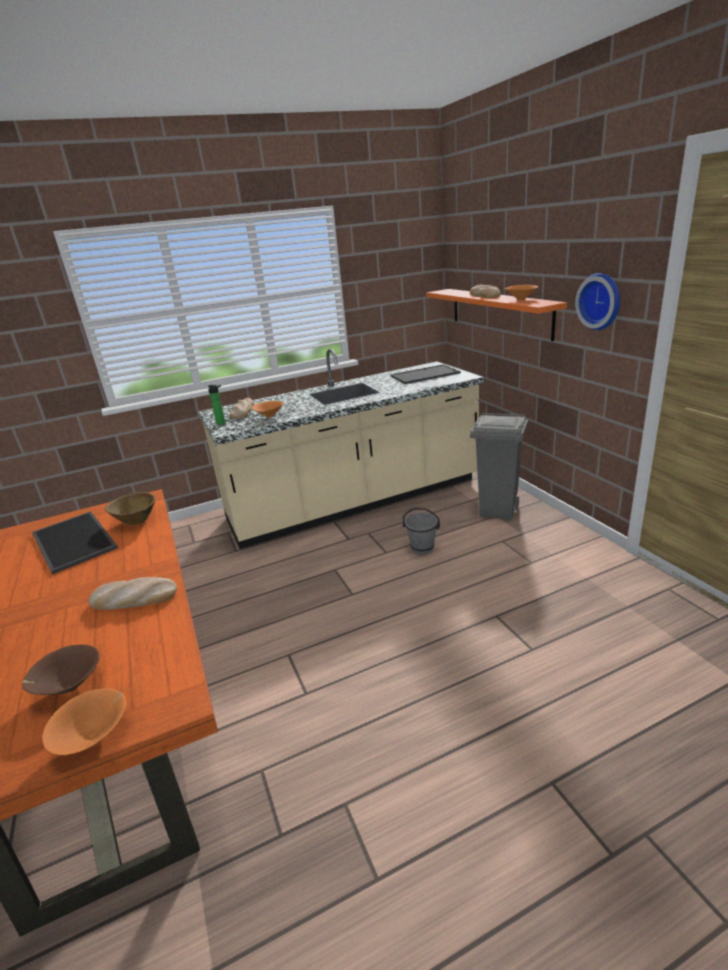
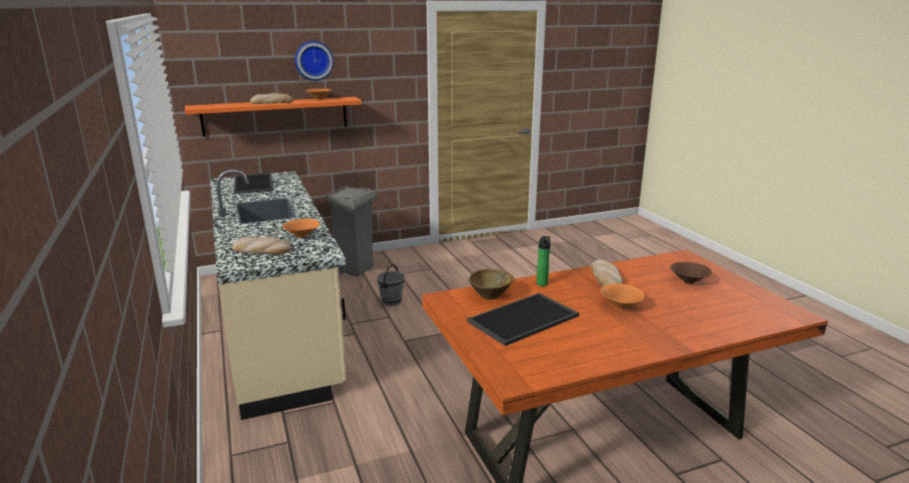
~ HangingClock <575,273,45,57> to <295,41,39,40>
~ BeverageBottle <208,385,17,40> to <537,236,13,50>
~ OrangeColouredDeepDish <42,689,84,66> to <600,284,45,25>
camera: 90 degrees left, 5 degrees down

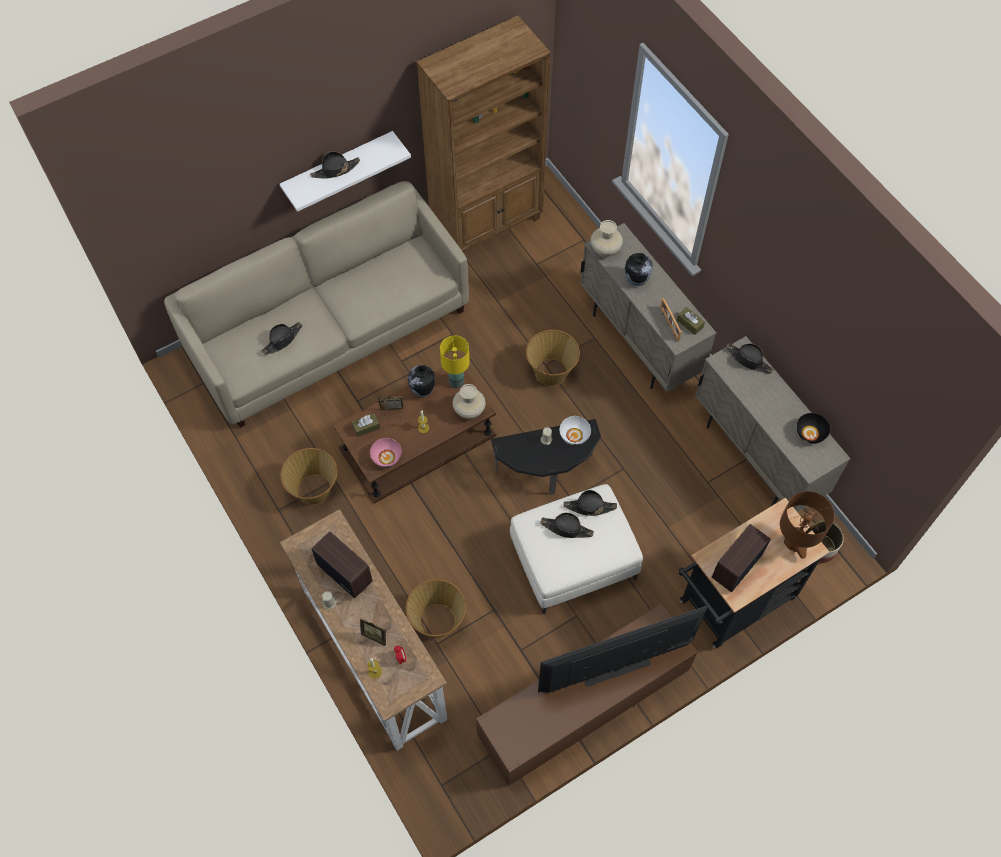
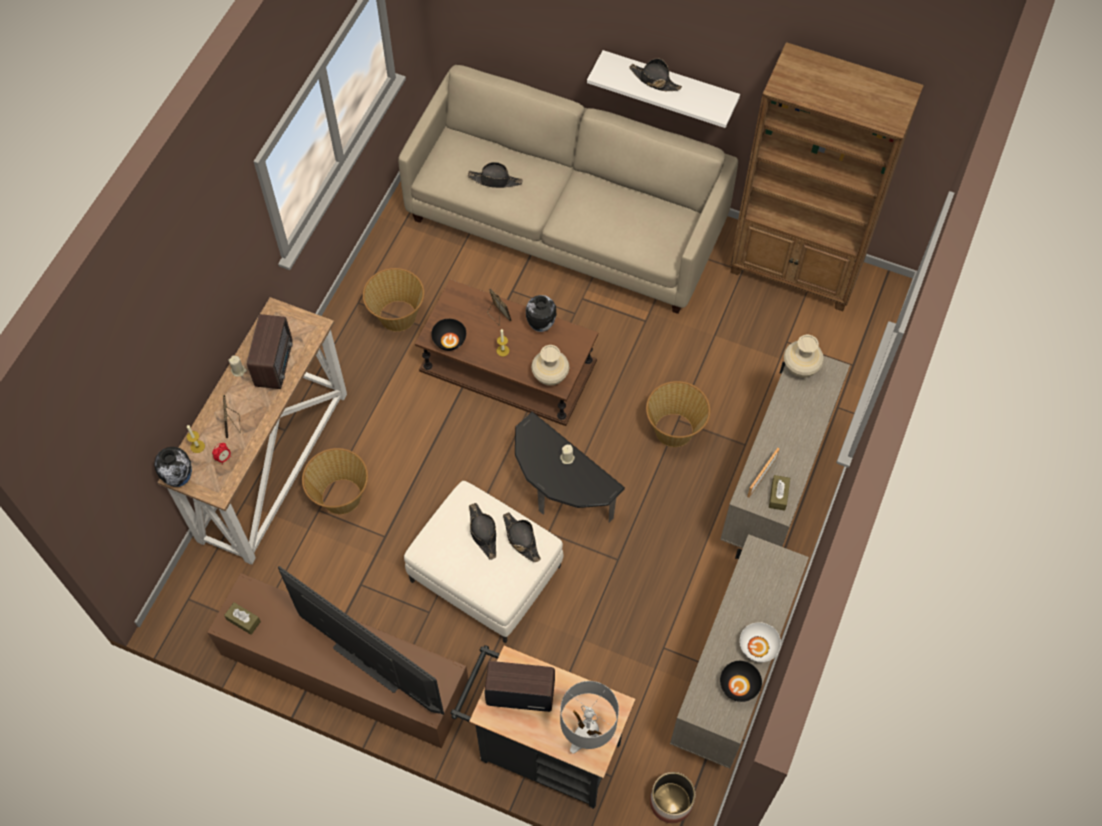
~ DecorativeVase <625,253,28,33> to <154,447,38,40>
~ BrownColouredBoxOfTissues <352,413,28,24> to <224,602,37,33>
~ PinkDeepDish <370,438,32,29> to BlackColouredDeepDish <431,319,35,32>
~ BrownColouredTableLamp <780,491,54,68> to GreyTableLamp <560,681,59,72>
~ WhitishDeepDish <559,416,32,29> to <740,622,41,41>
- YellowishTableLamp <440,335,30,53>
- BlackColouredHat <726,343,48,31>
camera: 55 degrees right, 0 degrees up

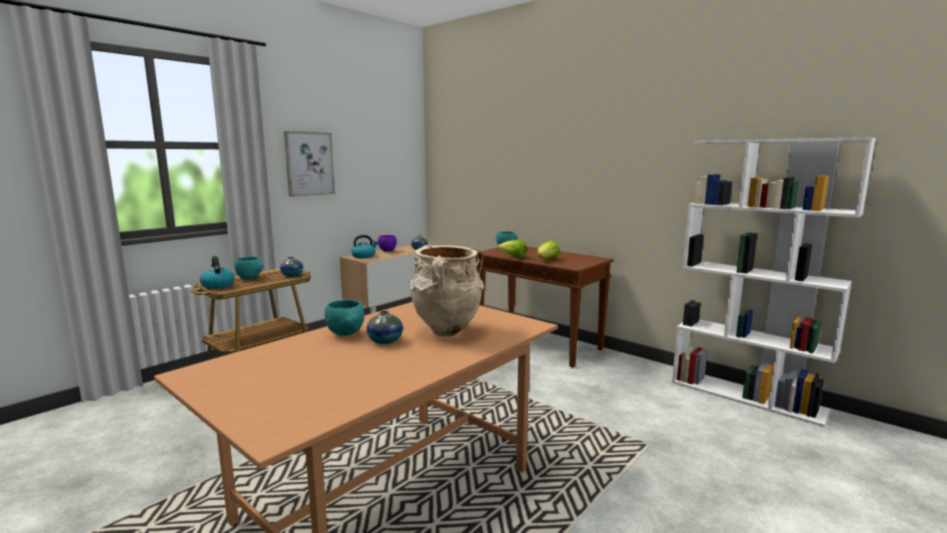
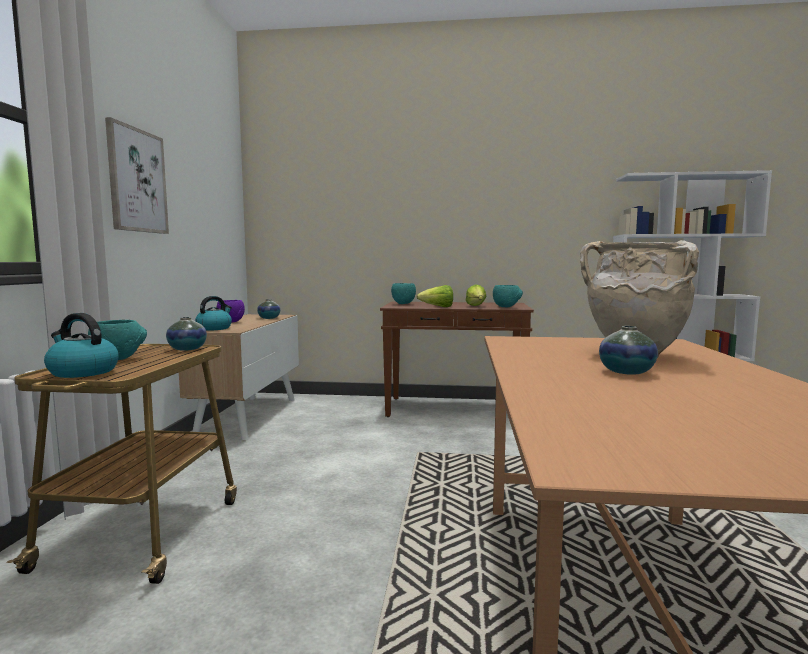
~ TurquoiseColouredDeepDish <325,300,40,36> to <493,285,30,22>
camera: 35 degrees left, 5 degrees down

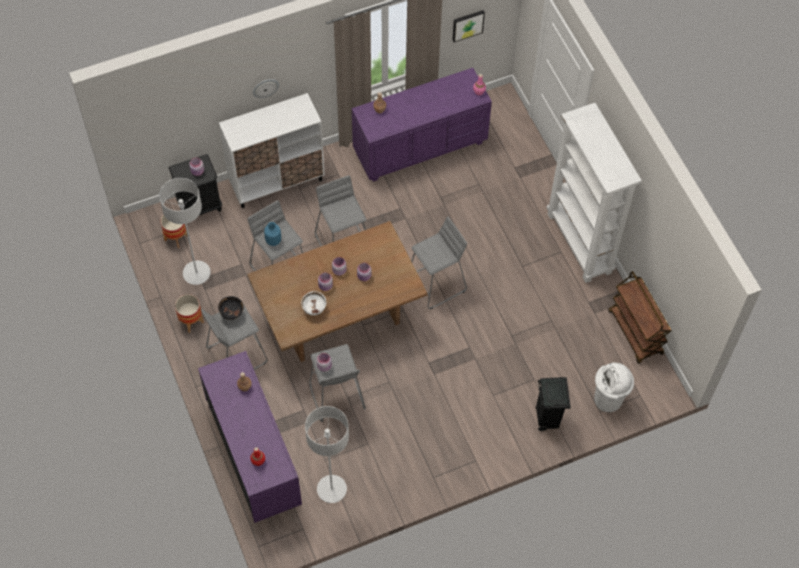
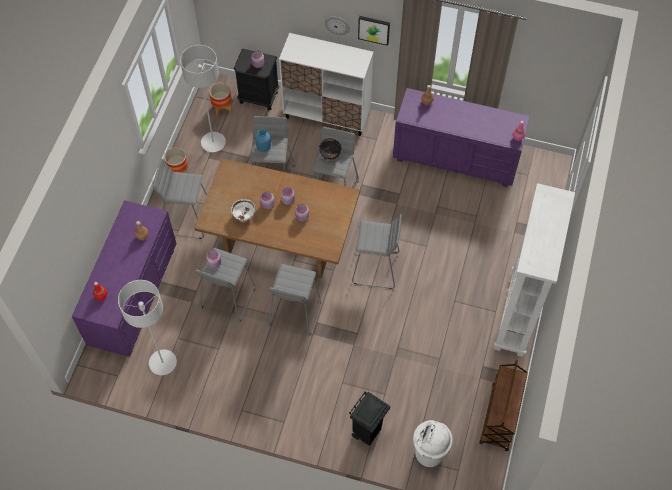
+ GreyStoolSeat <268,264,53,72>
~ BlackColouredDeepDish <218,296,26,24> to <319,138,23,22>
~ WallPicture <452,10,33,32> to <358,16,32,30>
camera: 40 degrees right, 0 degrees up

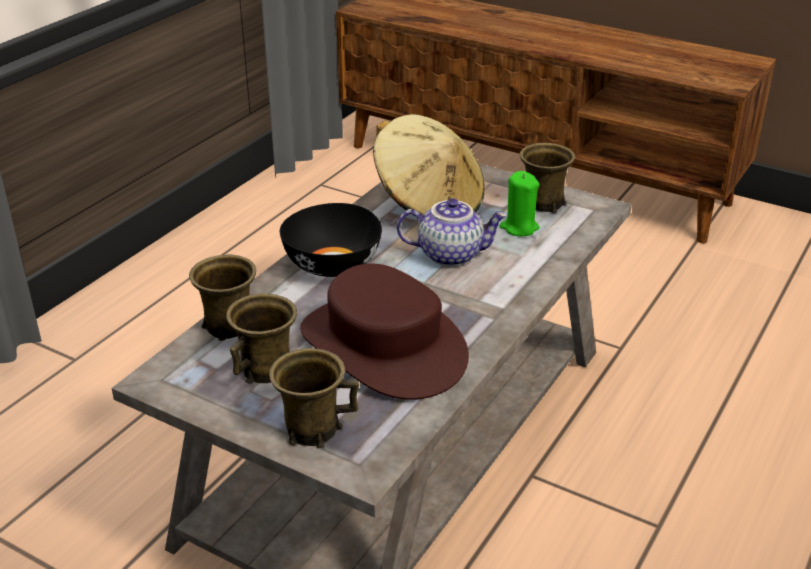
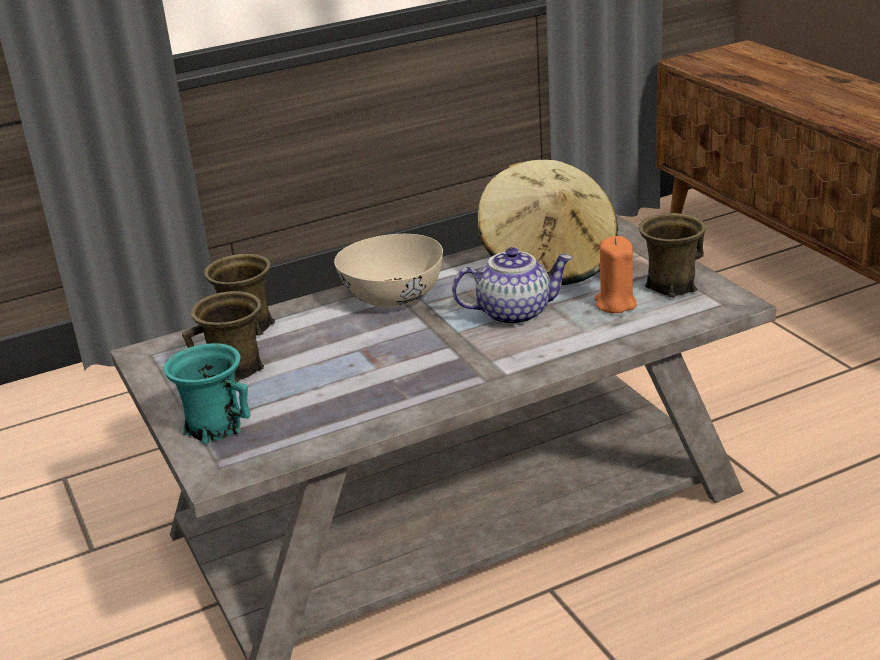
~ BrownColouredMug <269,348,90,100> to TurquoiseColouredMug <163,343,88,101>
~ BlackColouredDeepDish <280,203,102,74> to SandColouredDeepDish <334,234,109,73>
~ TeaPot <397,198,111,69> = <452,247,121,78> 45 degrees counterclockwise
~ GreenishWaxCandle <499,171,41,66> to OrangeColouredWaxCandle <594,236,42,77>
- BrownColouredHat <300,264,169,136>
camera: 35 degrees right, 5 degrees down

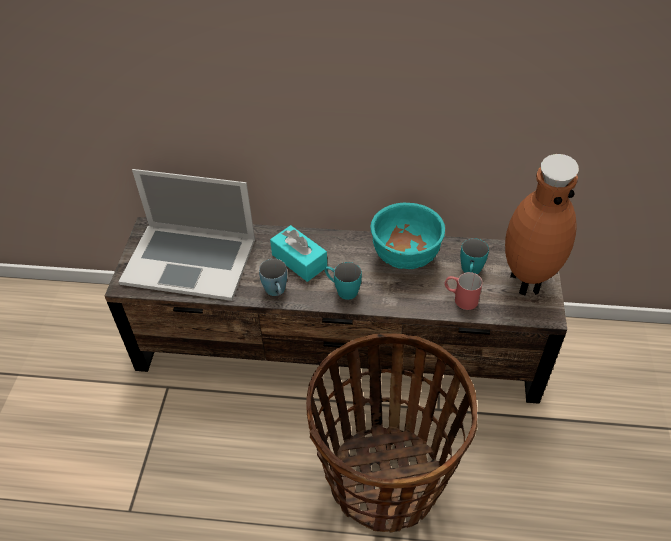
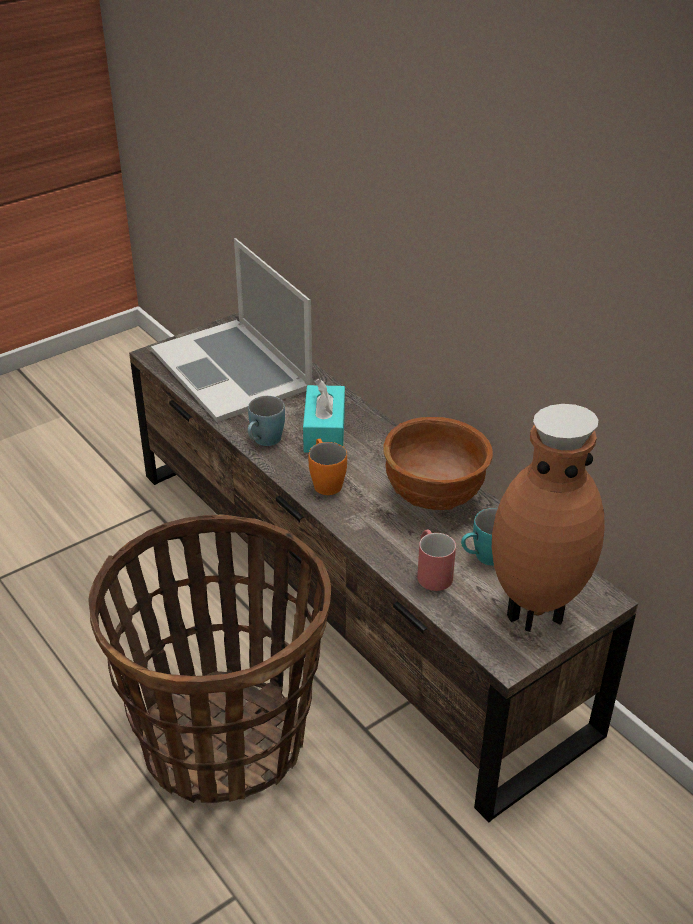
~ TurquoiseColouredMug <325,262,37,38> to OrangeColouredMug <308,439,39,56>
~ TurquoiseColouredDeepDish <371,203,74,66> to BrownColouredDeepDish <383,417,110,93>
camera: 45 degrees right, 10 degrees down

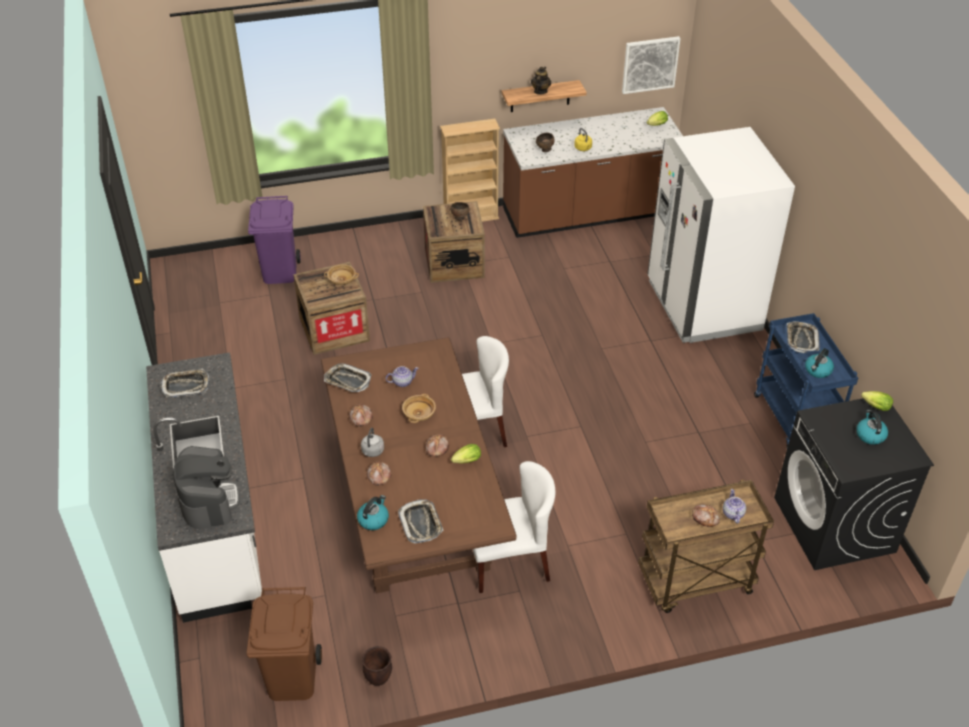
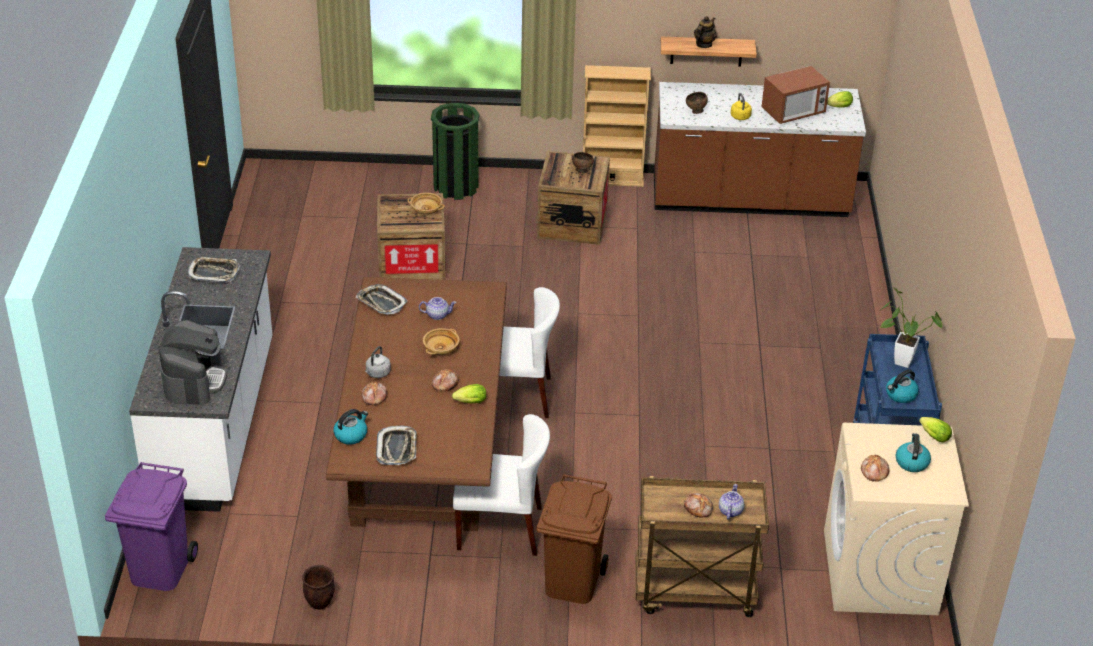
~ PurpleWasteBin <248,196,53,88> to <105,462,93,129>
+ GreenishWasteBin <431,103,48,97>
~ BrownColouredWasteBin <247,587,75,114> to <537,474,75,130>
+ Microwave <762,66,68,58>
~ BlackColouredLaundryAppliance <774,398,160,172> to SandColouredLaundryAppliance <824,423,145,192>
~ Bread <349,404,24,23> to <861,454,28,28>
~ ServingTray <787,321,33,32> to PottedPlant <879,288,63,80>
- WallPicture <622,36,59,58>
- WhitishKitchenFridge <648,127,147,216>
camera: 15 degrees right, 5 degrees down

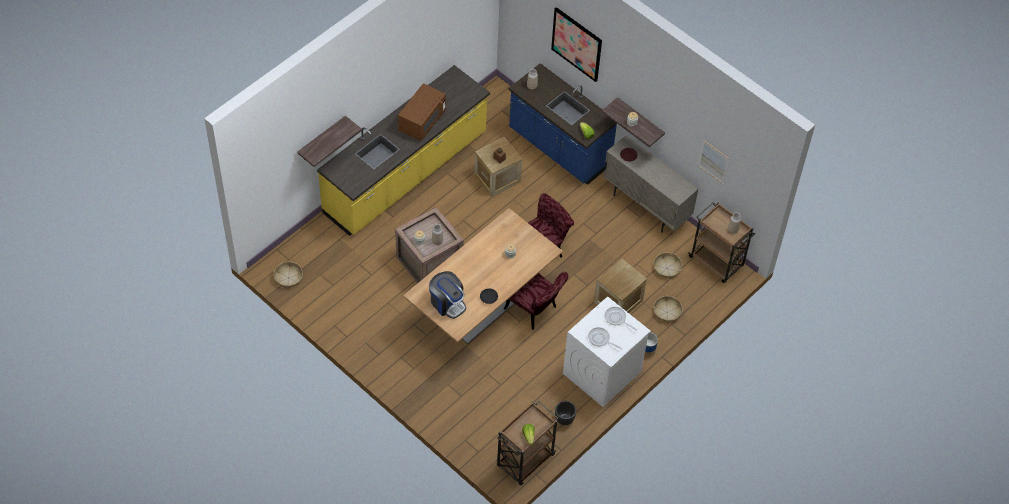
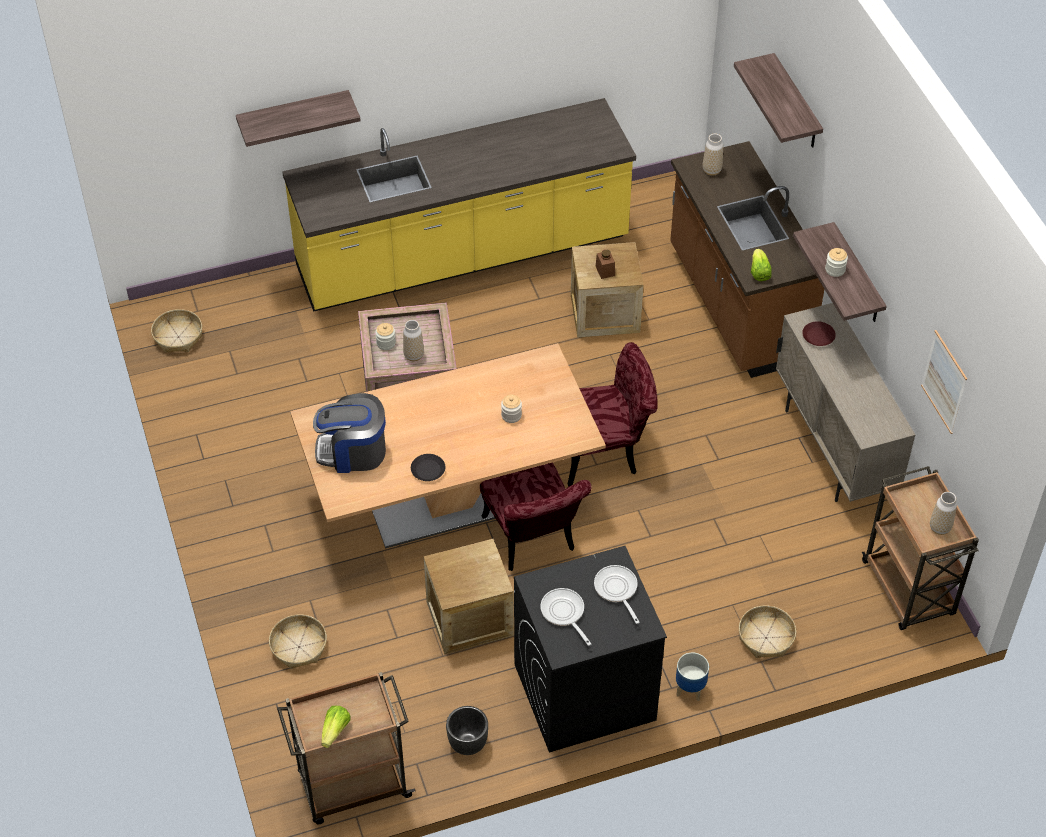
~ Basket <654,252,28,27> to <269,614,58,55>
~ CoffeeMachine <429,271,37,48> = <313,393,73,80> 105 degrees clockwise
~ PackingCrate <594,259,53,54> to <424,539,90,115>
~ WhitishLaundryAppliance <563,296,88,111> to BlackColouredLaundryAppliance <514,546,153,207>
~ BlueCounter <509,63,108,122> to BrownColouredCounter <670,141,154,237>
~ WallPicture <551,7,51,75> to Shelf <734,53,89,95>
- BrownColouredMicrowave <398,83,48,58>
camera: 30 degrees right, 5 degrees down

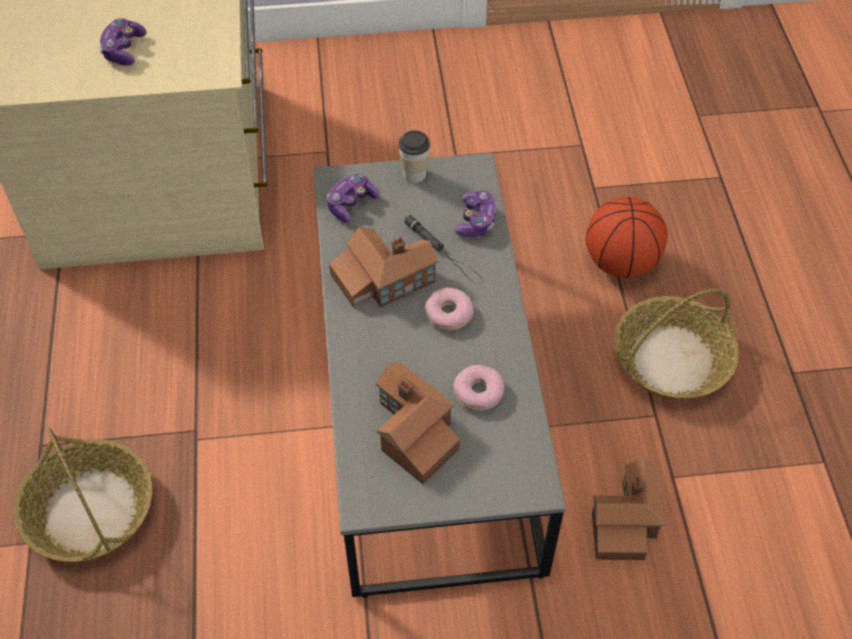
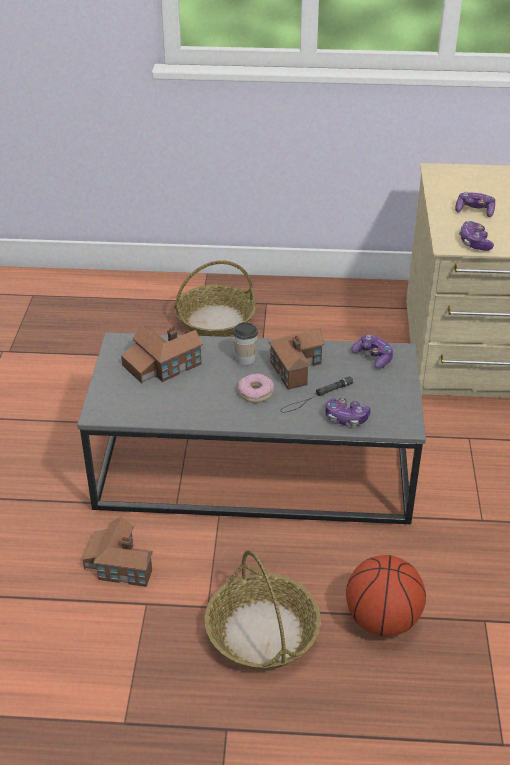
~ DrinkingCup <398,130,32,53> to <233,322,25,43>
+ Joypad <459,221,35,30>
- Doughnut <453,365,52,46>
camera: 100 degrees right, 15 degrees down

